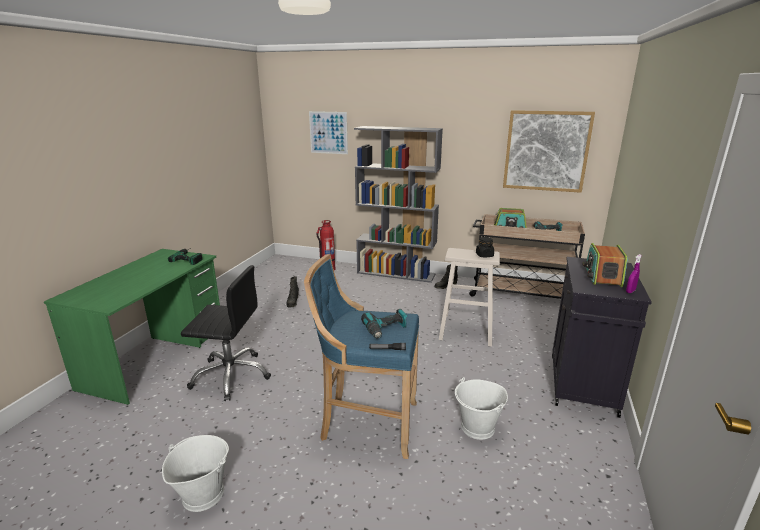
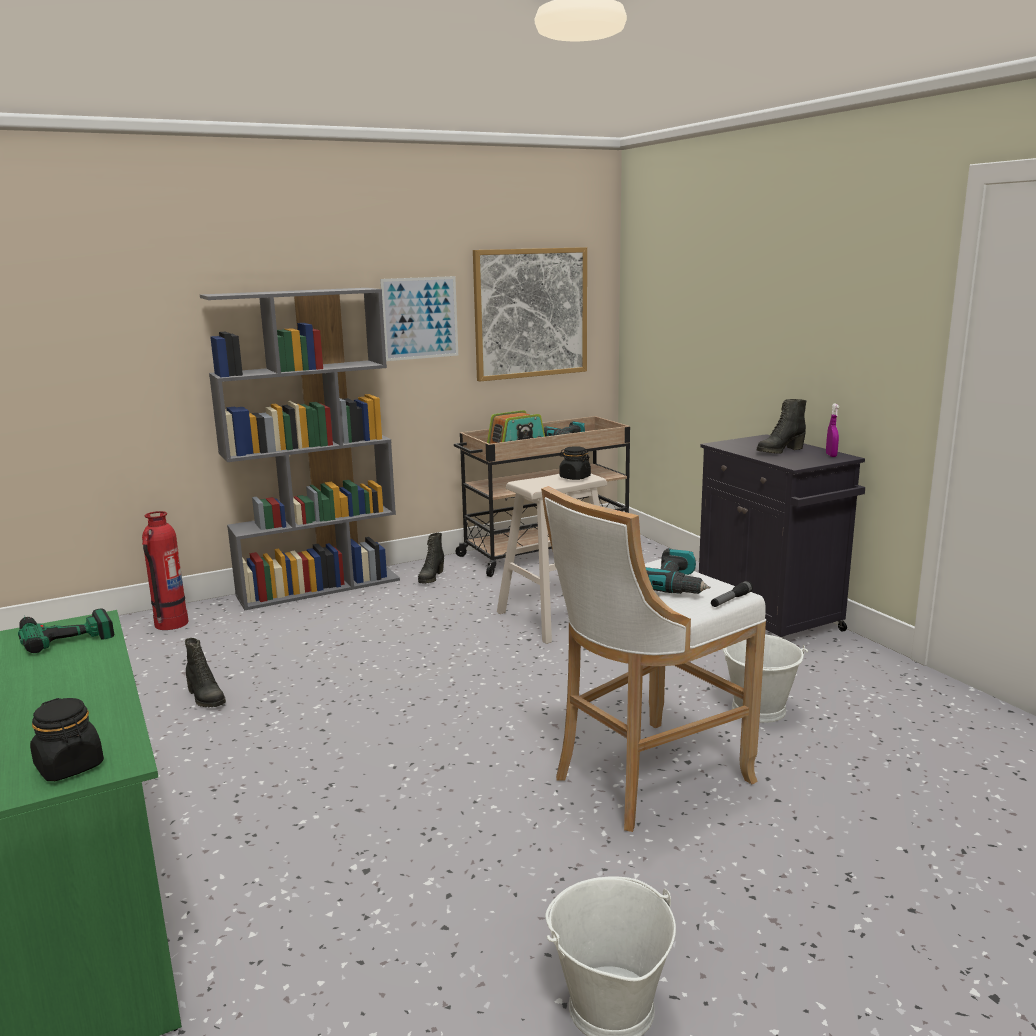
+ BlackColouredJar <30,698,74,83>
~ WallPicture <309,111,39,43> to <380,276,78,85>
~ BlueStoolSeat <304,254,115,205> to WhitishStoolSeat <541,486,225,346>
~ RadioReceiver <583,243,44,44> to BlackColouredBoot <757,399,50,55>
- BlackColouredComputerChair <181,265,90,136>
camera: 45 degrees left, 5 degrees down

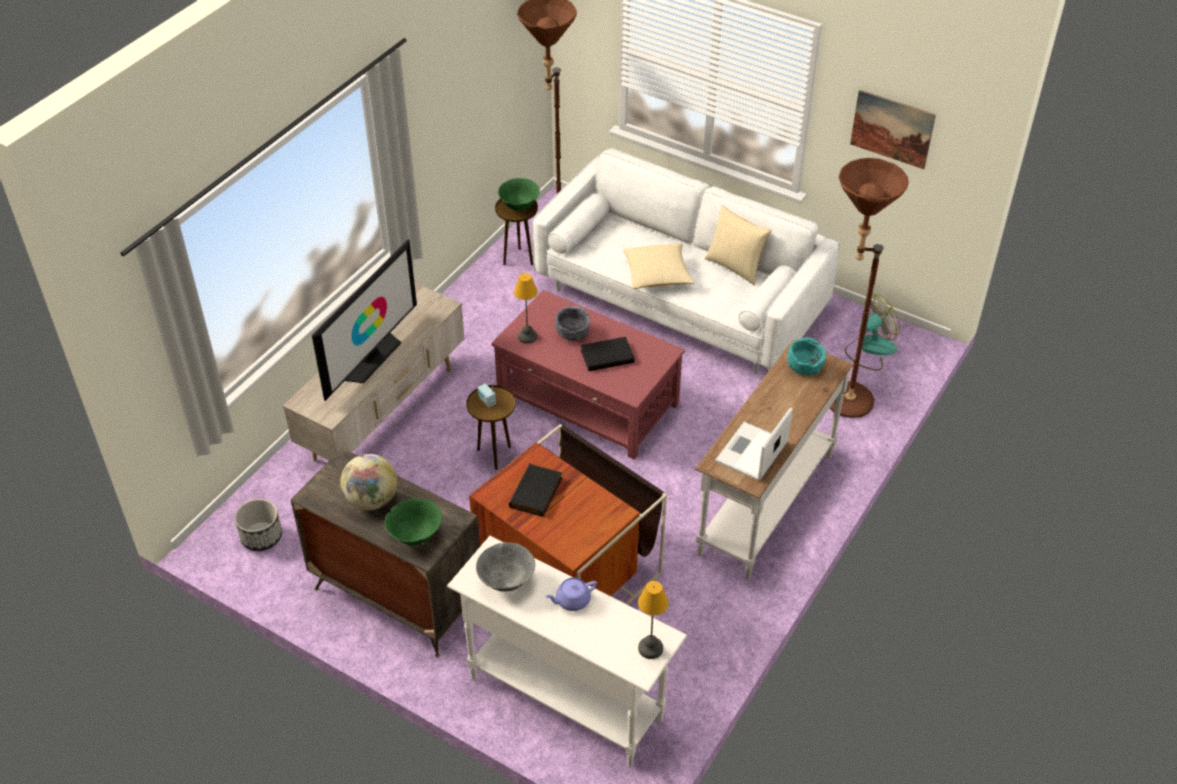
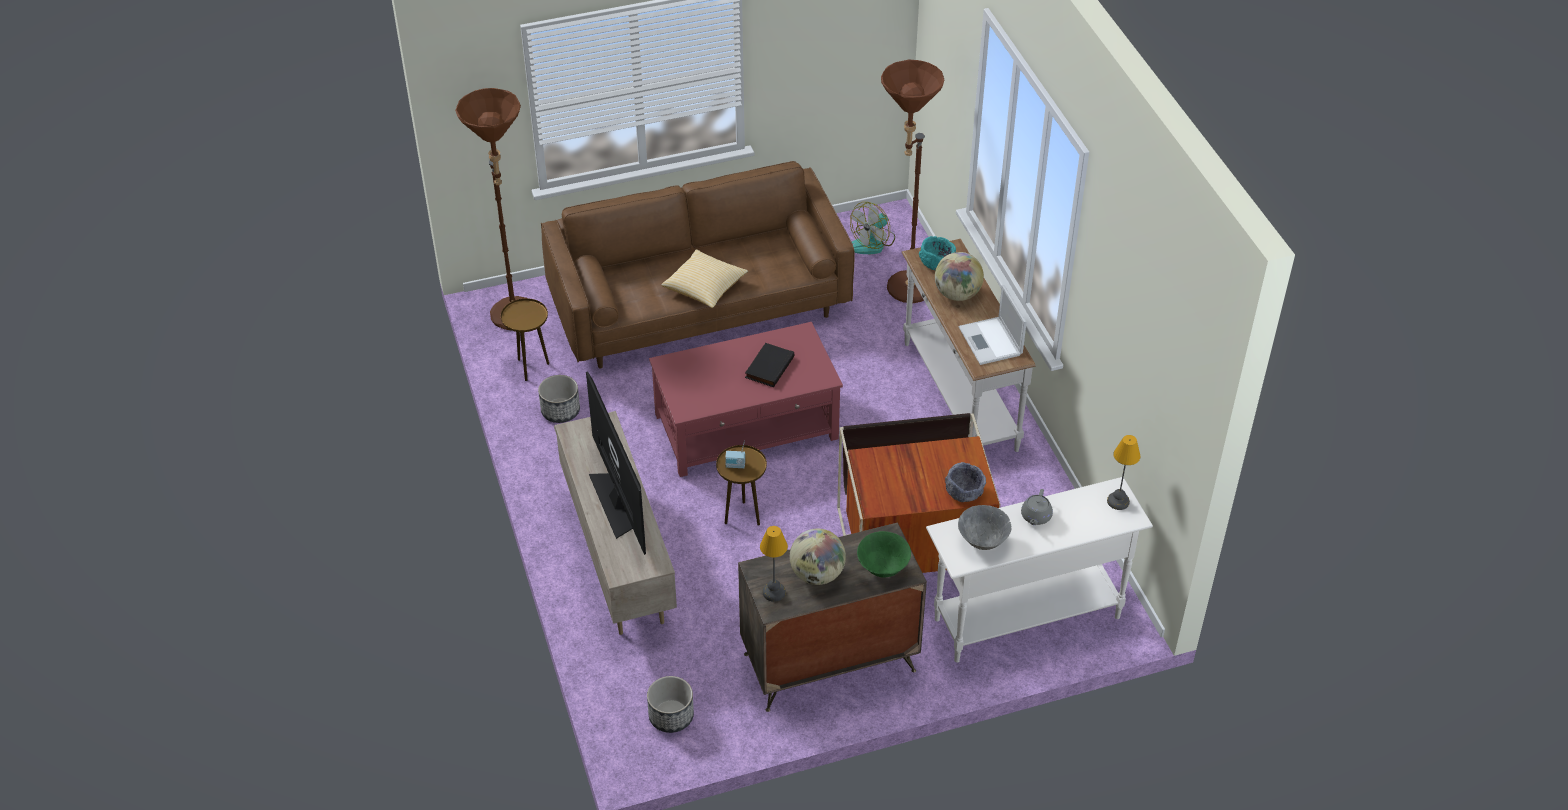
+ FlowerPot <538,375,42,48>
~ WhitishSettee <532,148,308,226> to BrownColouredSettee <541,161,313,208>
~ TableLamp <514,273,24,71> to <760,526,28,76>
~ ElectricFan <845,294,55,76> = <850,202,45,52> 150 degrees counterclockwise
+ Globe <935,252,49,49>
~ GreyDeepDish <556,306,34,35> to <945,462,41,40>
~ PurpleTeaPot <546,578,51,33> to GreyTeaPot <1021,489,32,36>
- GreenishDeepDish <498,178,42,33>
- BlackColouredBoundBook <509,464,54,53>
- ThrowPillow <705,205,67,80>
- WallPicture <850,90,86,79>
camera: 50 degrees left, 0 degrees up

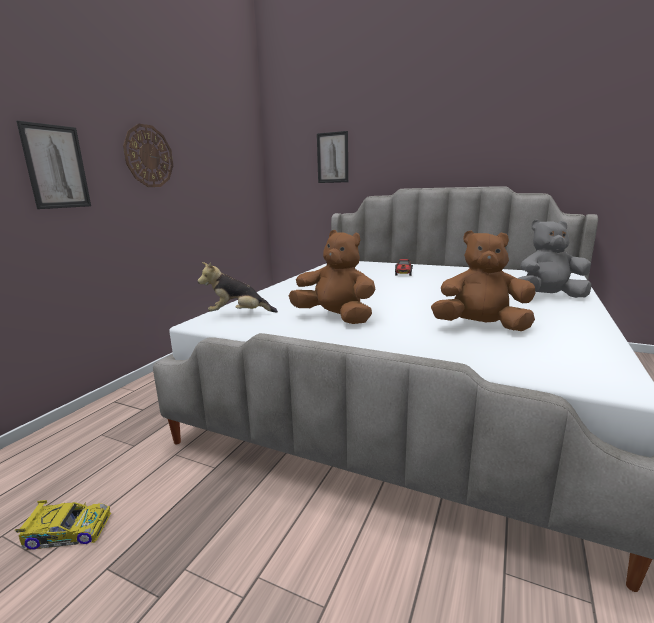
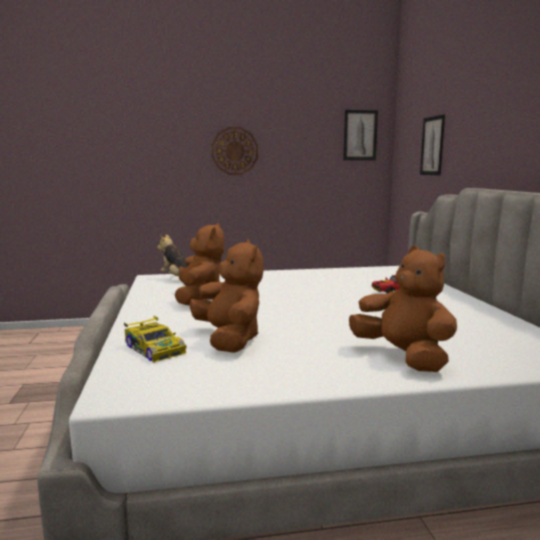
~ MiniatureCar <15,500,96,50> to <124,316,63,46>
~ WallPicture <16,121,75,88> to <343,110,35,50>
~ GreySoftToy <518,220,73,78> to BrownColouredSoftToy <349,246,108,126>
camera: 55 degrees right, 5 degrees down

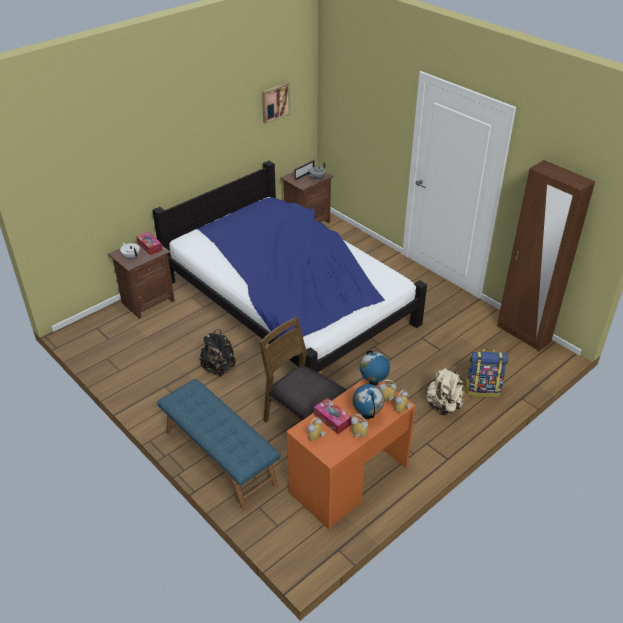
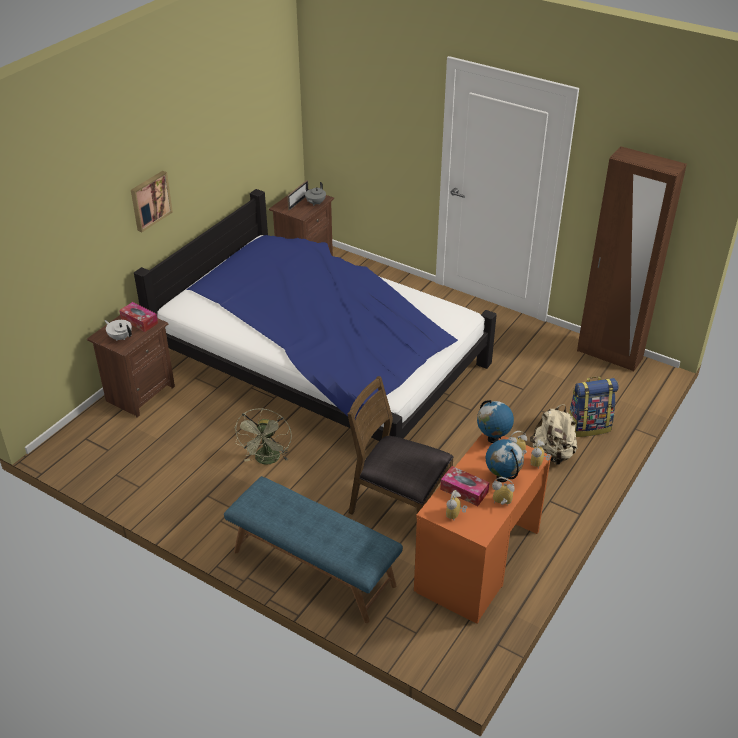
~ WallPicture <262,83,28,41> to <131,171,42,61>
~ BlackColouredKnapsack <199,329,37,48> to GreenishElectricFan <235,408,57,57>
camera: 15 degrees left, 0 degrees up

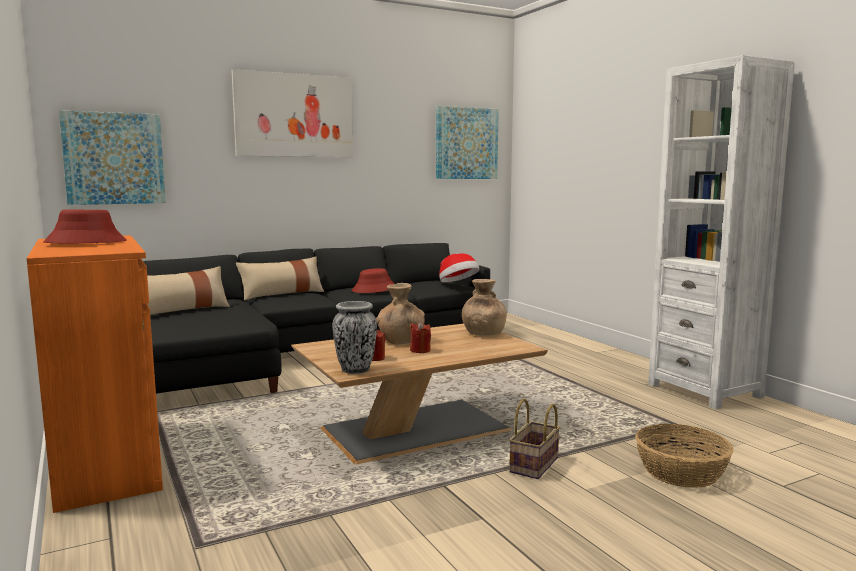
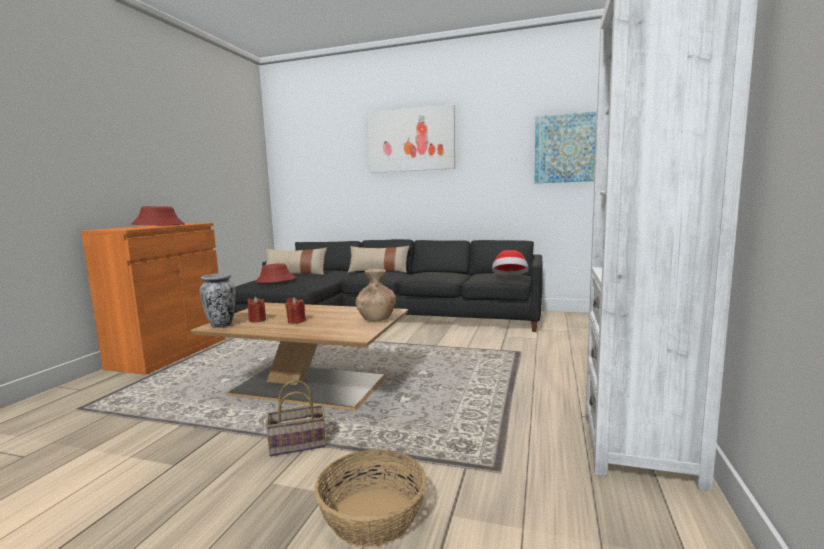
~ RedHat <352,268,43,25> to <256,263,40,20>
- WallPicture <59,110,107,95>
- BrownColouredDecorativeVase <376,283,49,61>
camera: 45 degrees right, 0 degrees up

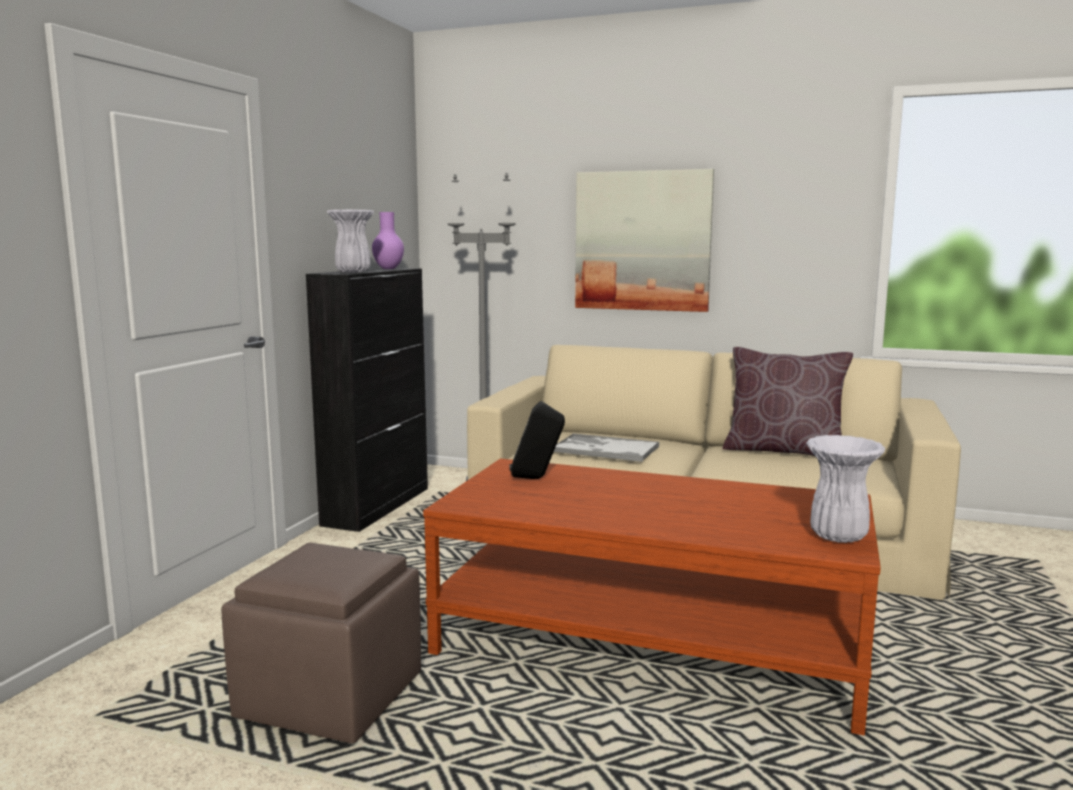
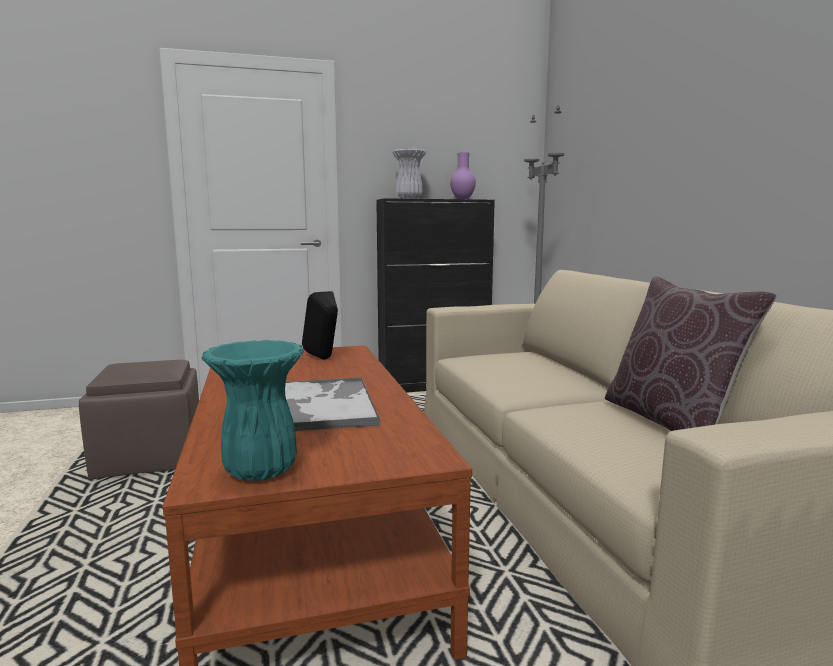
~ WhitishDecorativeVase <806,435,79,108> to TurquoiseColouredDecorativeVase <202,340,102,141>
~ ServingTray <554,433,105,29> to <285,377,95,54>
- WallPicture <575,169,139,143>
camera: 55 degrees right, 0 degrees up

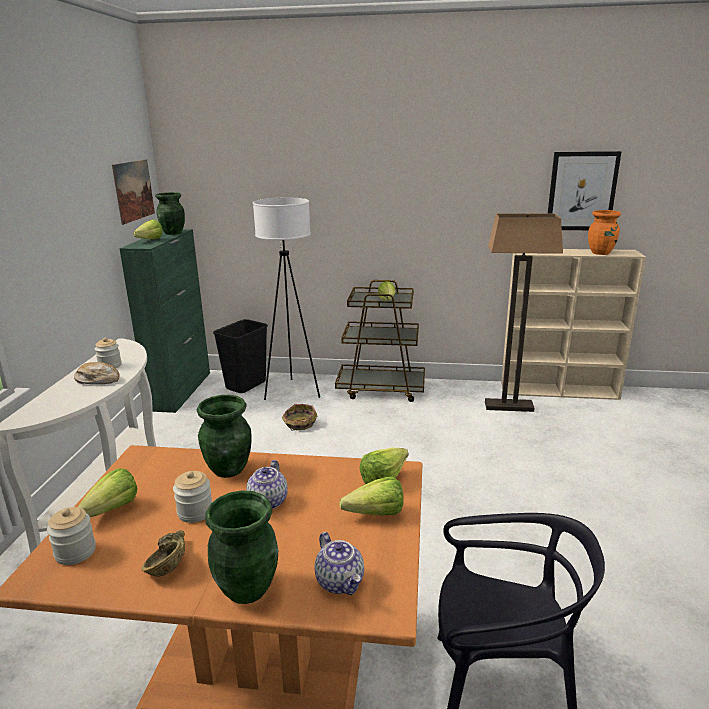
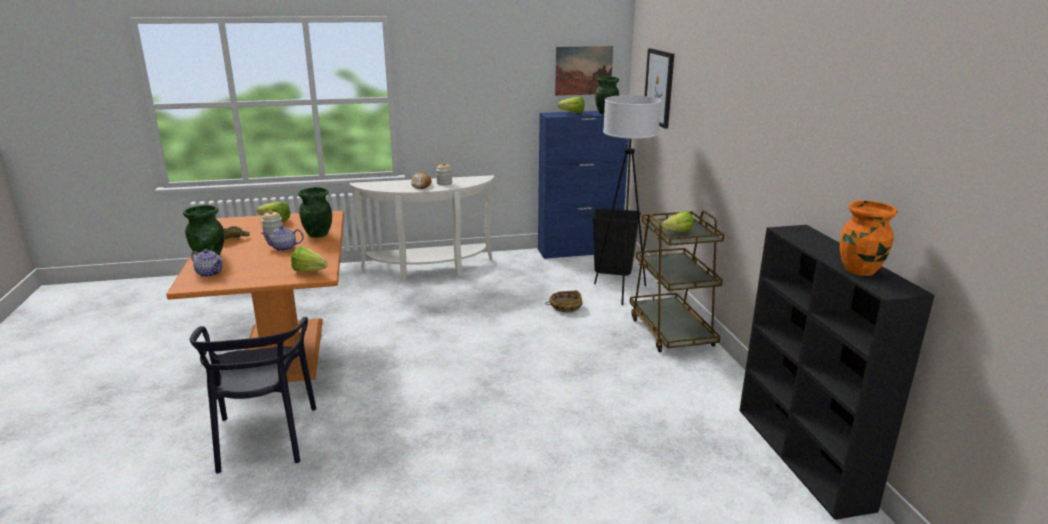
~ TeaPot <315,532,49,63> = <191,249,32,28> 105 degrees counterclockwise
~ GreenishCupboard <119,229,91,184> to BlueCupboard <538,111,91,148>
~ WallPicture <548,151,73,79> to <645,48,29,81>
~ SandColouredBookshelf <501,249,145,151> to BlackColouredBookshelf <739,225,196,295>
- Jar <47,507,49,58>
- HeadOfLettuce <339,477,65,38>
- StandardLamp <485,213,78,199>
camera: 70 degrees right, 0 degrees up

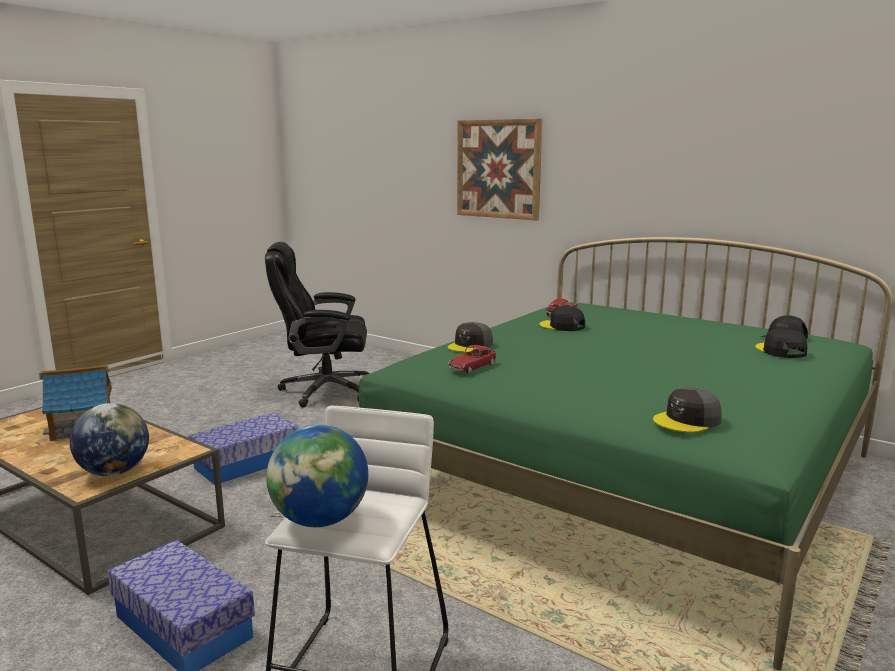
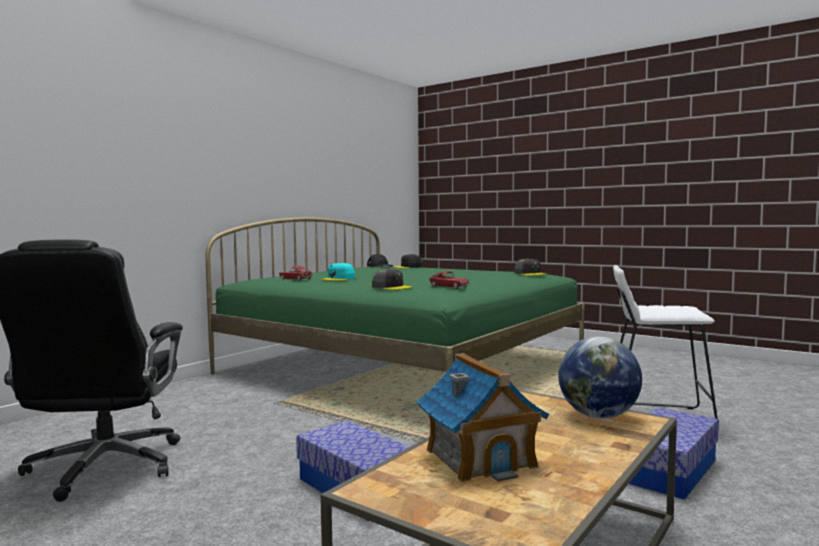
~ BlackColouredCap <539,306,46,25> to TurquoiseColouredCap <321,262,34,19>
- Globe <266,425,102,102>
- WallPicture <457,118,85,103>
camera: 90 degrees left, 10 degrees down

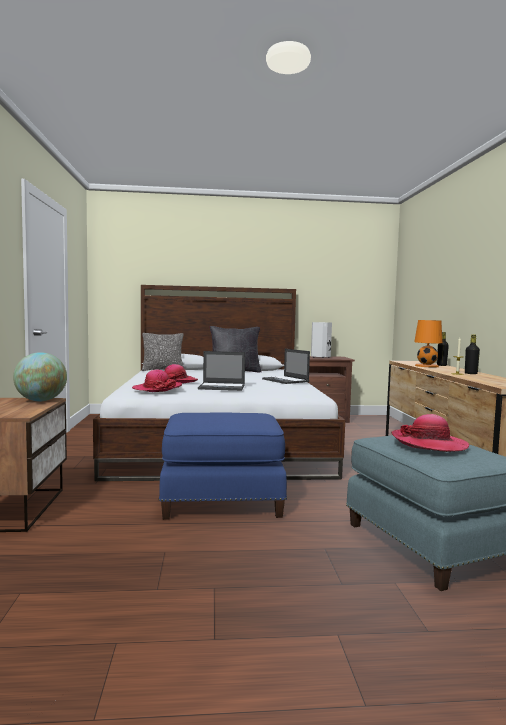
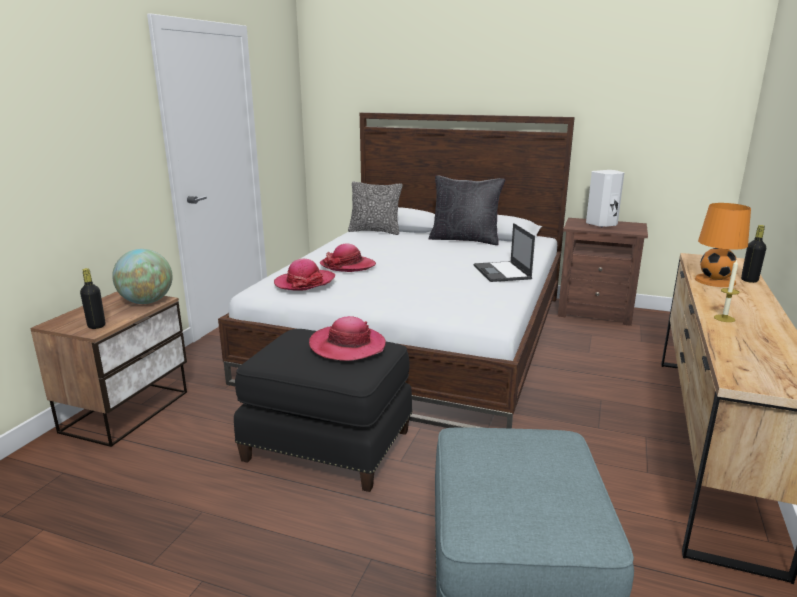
~ BlackColouredBeverageBottle <465,334,15,40> to <80,268,25,61>
~ BlueFootrest <159,412,128,108> to BlackColouredFootrest <234,329,179,163>
~ Hat <391,414,78,38> to <309,316,77,45>
- Laptop <198,351,47,40>
camera: 25 degrees right, 15 degrees up

